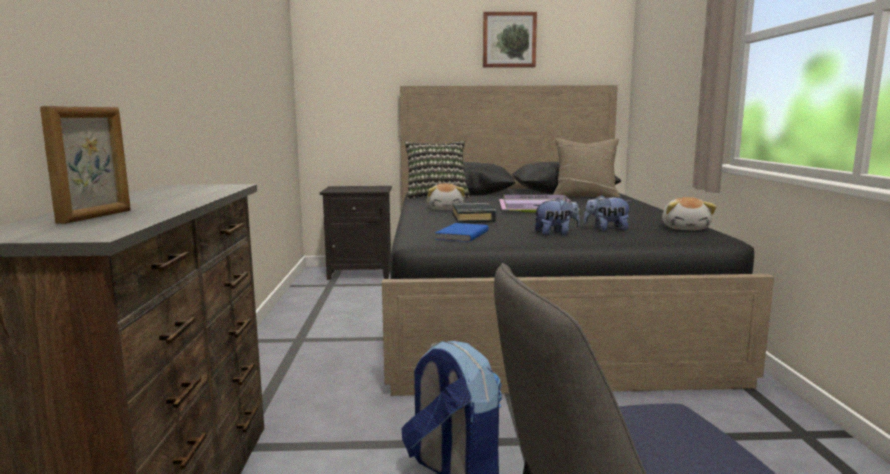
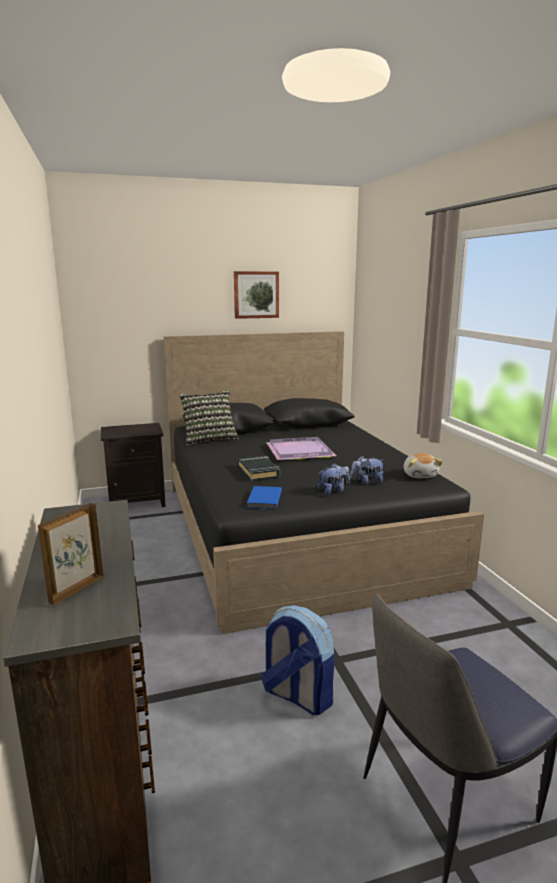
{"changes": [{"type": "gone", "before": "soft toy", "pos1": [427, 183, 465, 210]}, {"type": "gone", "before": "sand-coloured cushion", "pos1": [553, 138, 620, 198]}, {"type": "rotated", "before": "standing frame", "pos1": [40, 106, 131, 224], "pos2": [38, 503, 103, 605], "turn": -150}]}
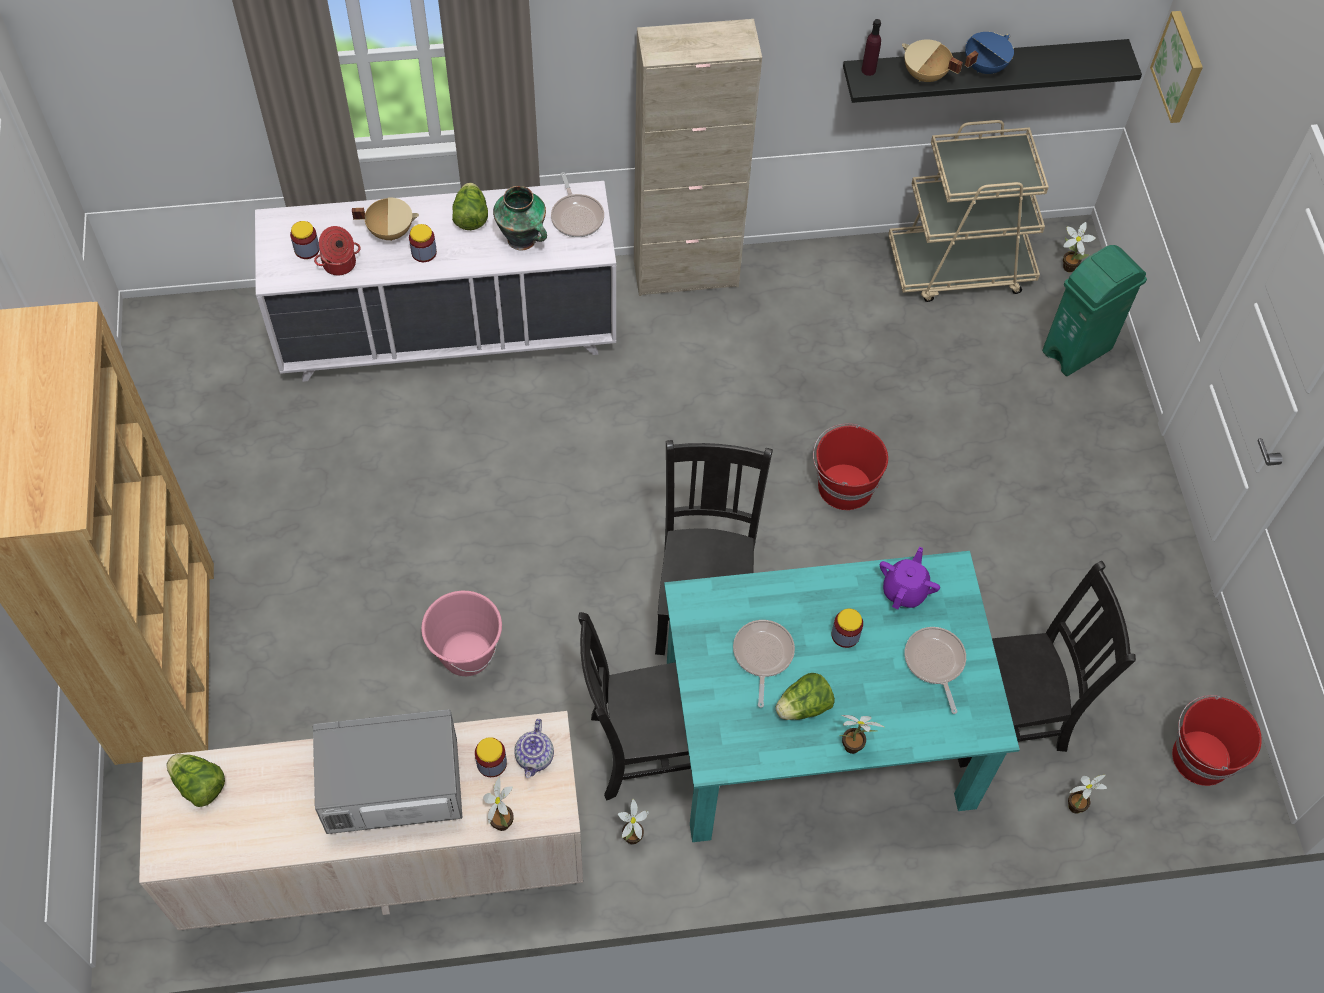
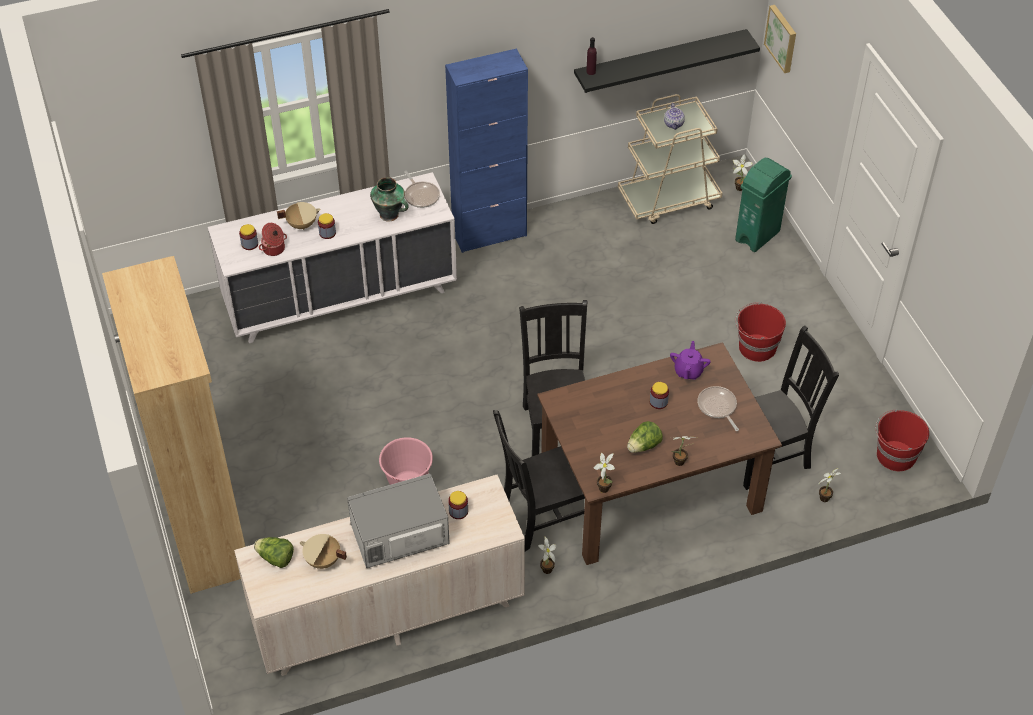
{"changes": [{"type": "gone", "before": "lettuce head", "pos1": [452, 183, 488, 230]}, {"type": "gone", "before": "pan", "pos1": [733, 620, 795, 708]}, {"type": "gone", "before": "bluish cooking pot", "pos1": [965, 32, 1014, 74]}, {"type": "shifted", "before": "potted plant", "pos1": [483, 777, 514, 831], "pos2": [594, 453, 615, 493]}, {"type": "shifted", "before": "tea pot", "pos1": [514, 719, 554, 778], "pos2": [664, 103, 685, 130]}, {"type": "shifted", "before": "red pail", "pos1": [813, 423, 888, 510], "pos2": [735, 302, 786, 362]}, {"type": "shifted", "before": "sand-coloured cooking pot", "pos1": [902, 40, 963, 82], "pos2": [300, 534, 347, 569]}, {"type": "repainted", "before": "sand-coloured storage cabinet", "after": "bluish storage cabinet", "pos1": [634, 19, 762, 296], "pos2": [445, 48, 528, 253]}, {"type": "repainted", "before": "turquoise-coloured dinner table", "after": "brown dinner table", "pos1": [664, 551, 1020, 842], "pos2": [537, 342, 782, 565]}]}
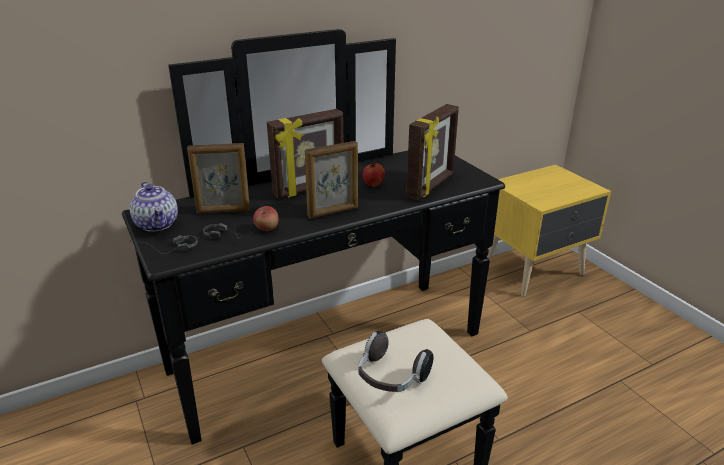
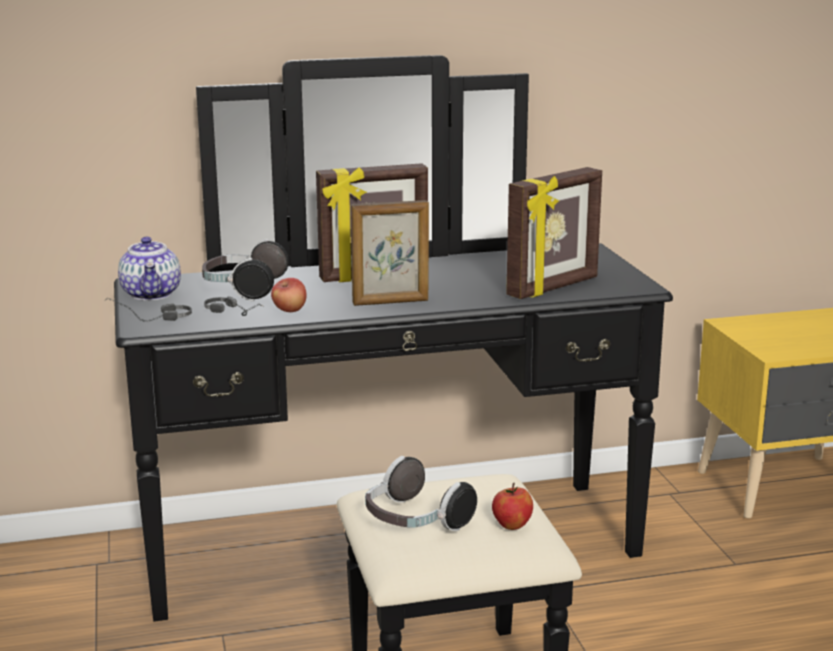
{"changes": [{"type": "shifted", "before": "whole apple", "pos1": [363, 161, 385, 187], "pos2": [492, 483, 533, 530]}, {"type": "swapped", "before": "standing frame", "after": "headphones", "pos1": [187, 143, 250, 214], "pos2": [202, 239, 289, 301]}]}
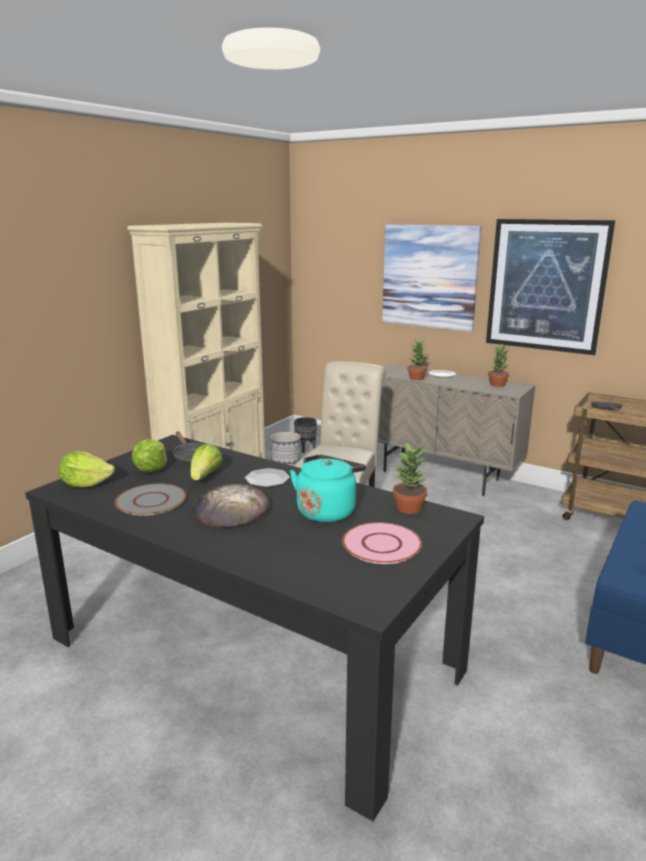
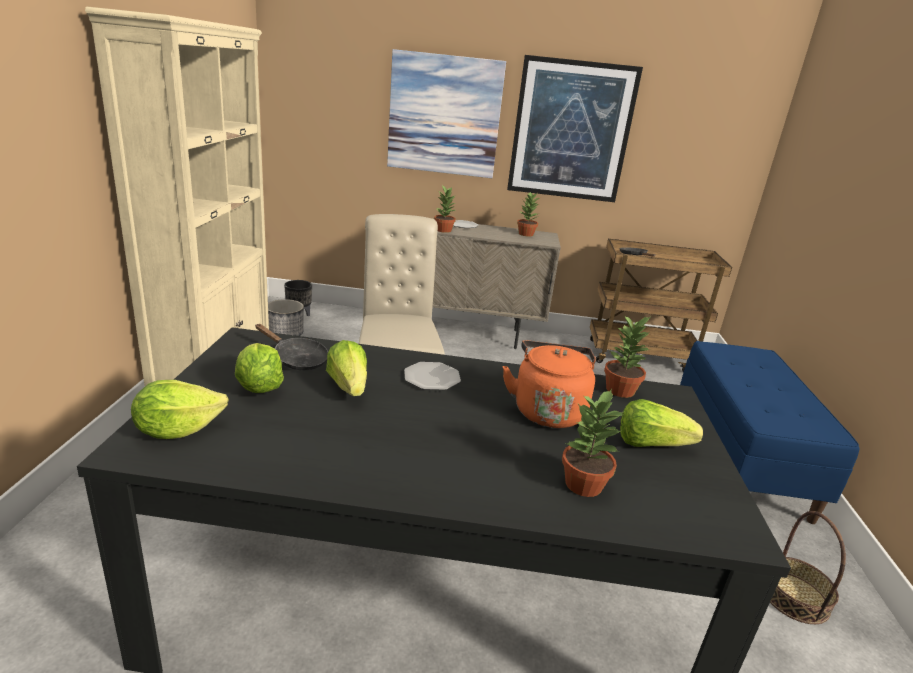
{"changes": [{"type": "gone", "before": "grey dinner plate", "pos1": [115, 484, 186, 516]}, {"type": "gone", "before": "bakery bread", "pos1": [192, 484, 270, 527]}, {"type": "new", "after": "potted plant", "pos2": [562, 389, 623, 497]}, {"type": "new", "after": "basket", "pos2": [770, 511, 846, 624]}, {"type": "swapped", "before": "pink-coloured dinner plate", "after": "lettuce head", "pos1": [342, 522, 422, 564], "pos2": [620, 399, 703, 447]}, {"type": "repainted", "before": "turquoise-coloured water kettle", "after": "orange-coloured water kettle", "pos1": [290, 454, 366, 523], "pos2": [502, 340, 596, 428]}]}
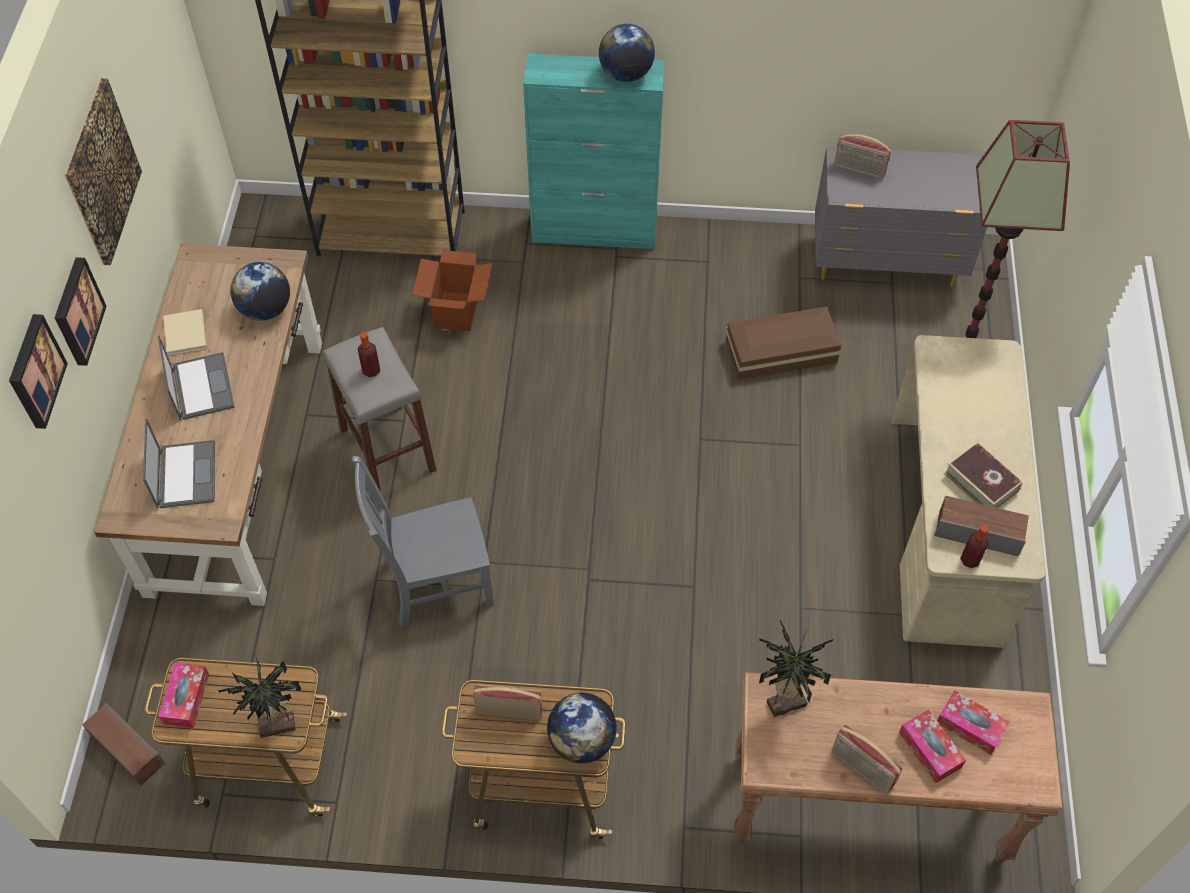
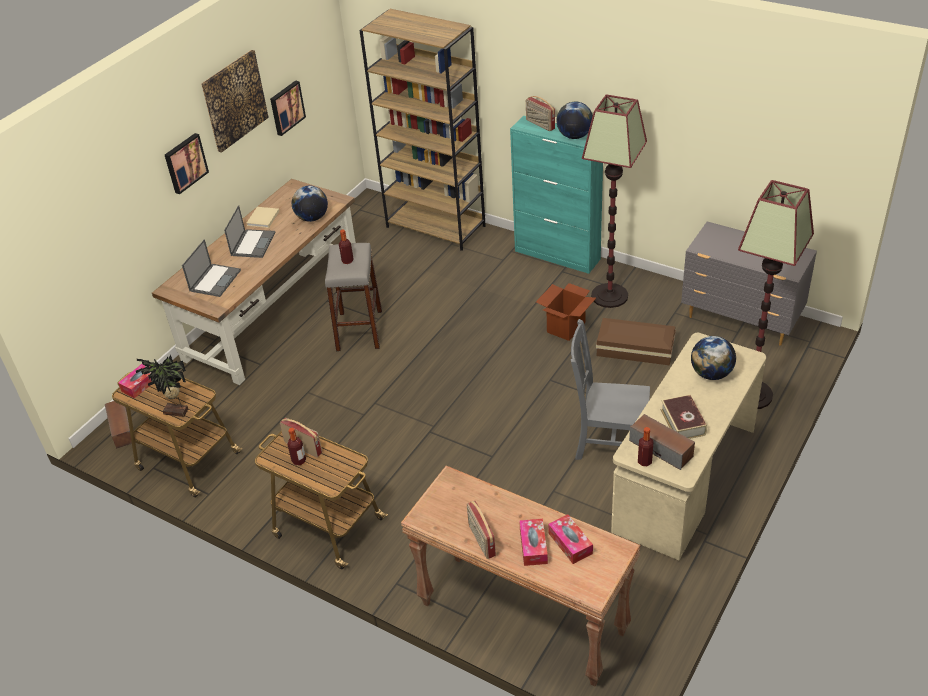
{"changes": [{"type": "gone", "before": "potted plant", "pos1": [759, 620, 833, 718]}, {"type": "new", "after": "beverage bottle", "pos2": [287, 428, 306, 465]}, {"type": "new", "after": "standing lamp", "pos2": [582, 95, 647, 308]}, {"type": "shifted", "before": "picture", "pos1": [9, 314, 68, 429], "pos2": [270, 80, 306, 136]}, {"type": "shifted", "before": "grey plain chair", "pos1": [352, 456, 494, 627], "pos2": [571, 319, 650, 460]}, {"type": "shifted", "before": "cardboard box", "pos1": [412, 250, 492, 331], "pos2": [536, 283, 596, 341]}, {"type": "shifted", "before": "desk globe", "pos1": [547, 693, 617, 763], "pos2": [691, 336, 736, 380]}, {"type": "shifted", "before": "radio", "pos1": [834, 134, 891, 179], "pos2": [526, 96, 555, 131]}]}
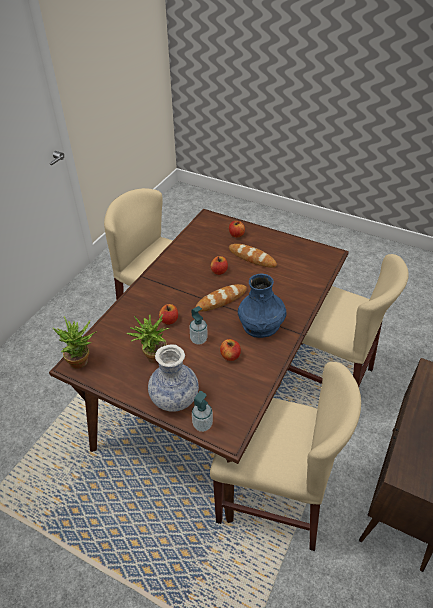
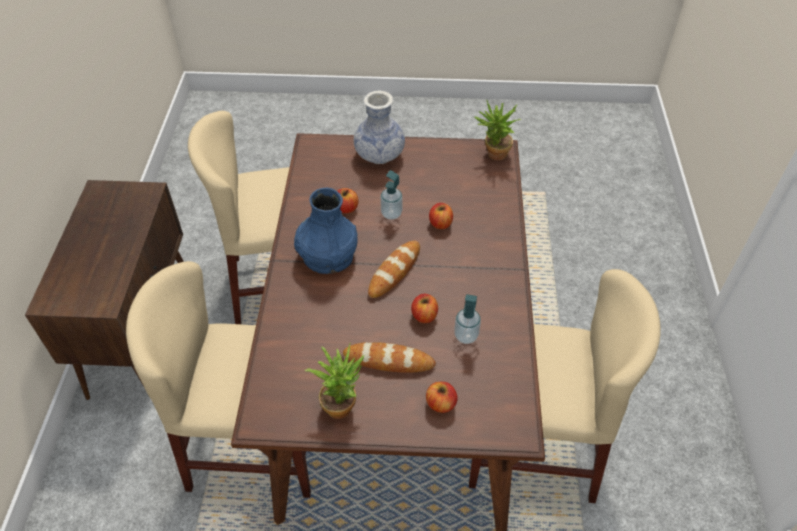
{"changes": [{"type": "shifted", "before": "potted plant", "pos1": [127, 314, 169, 363], "pos2": [305, 344, 364, 419]}, {"type": "shifted", "before": "liquid soap bottle", "pos1": [192, 391, 213, 432], "pos2": [454, 294, 481, 344]}]}
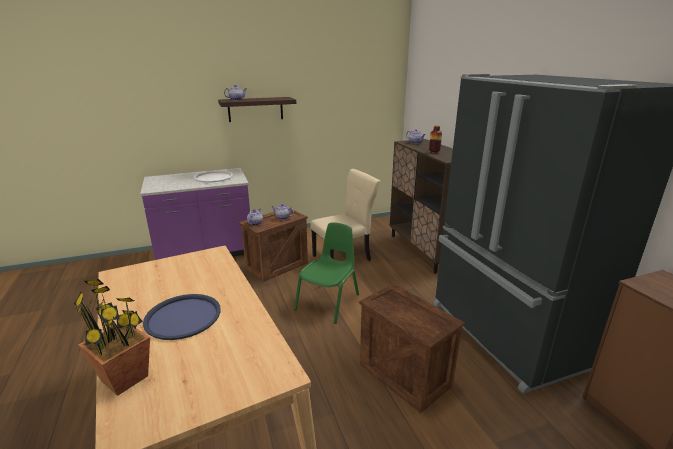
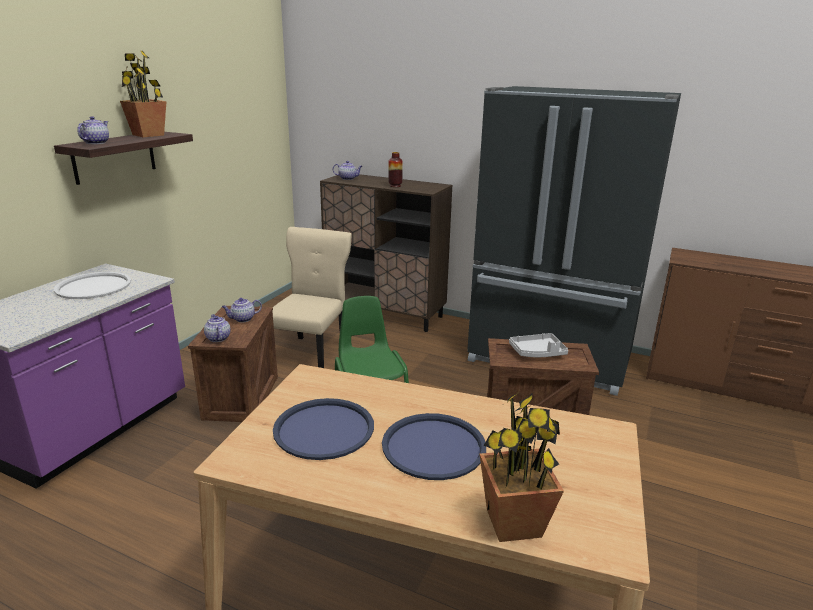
{"changes": [{"type": "new", "after": "potted plant", "pos2": [120, 51, 167, 137]}, {"type": "new", "after": "bluish serving tray", "pos2": [273, 398, 374, 460]}, {"type": "new", "after": "grey serving tray", "pos2": [509, 333, 568, 357]}]}
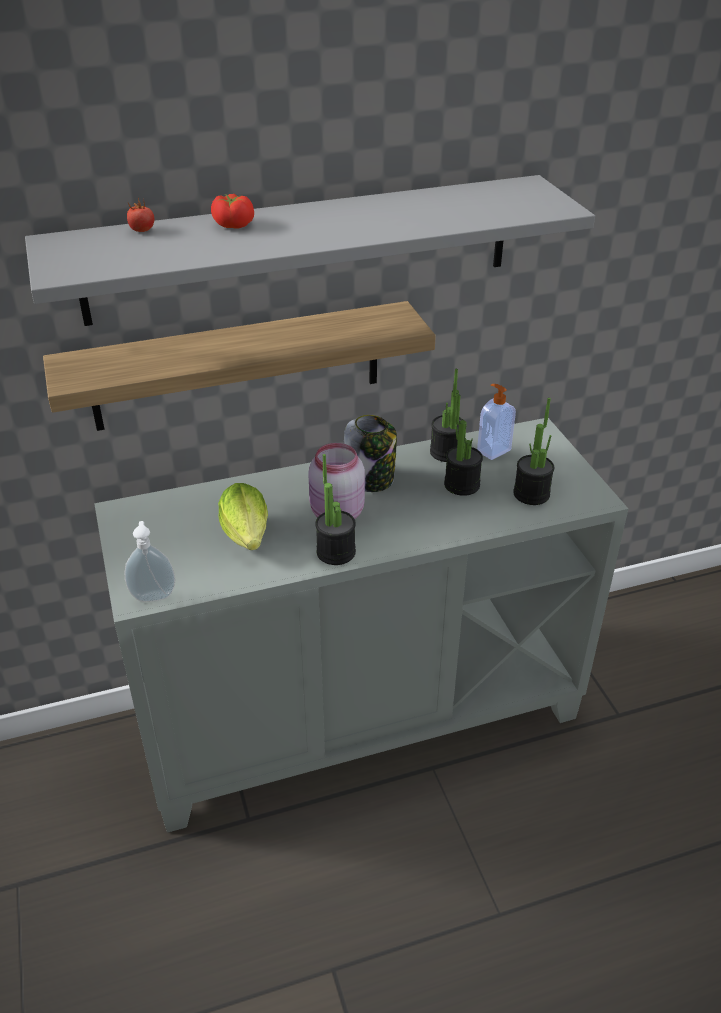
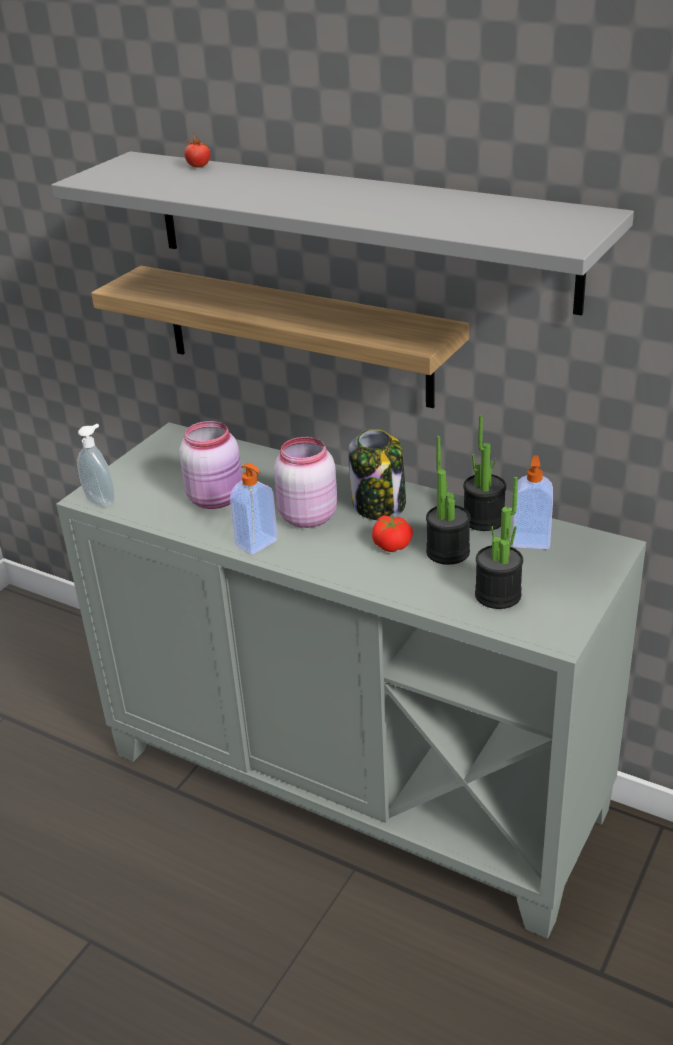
{"changes": [{"type": "shifted", "before": "tomato", "pos1": [211, 194, 254, 229], "pos2": [372, 515, 413, 552]}, {"type": "swapped", "before": "lettuce head", "after": "pink-coloured preserve jar", "pos1": [218, 483, 268, 550], "pos2": [179, 421, 242, 509]}, {"type": "swapped", "before": "potted plant", "after": "liquid soap bottle", "pos1": [315, 454, 356, 565], "pos2": [230, 463, 278, 555]}]}
